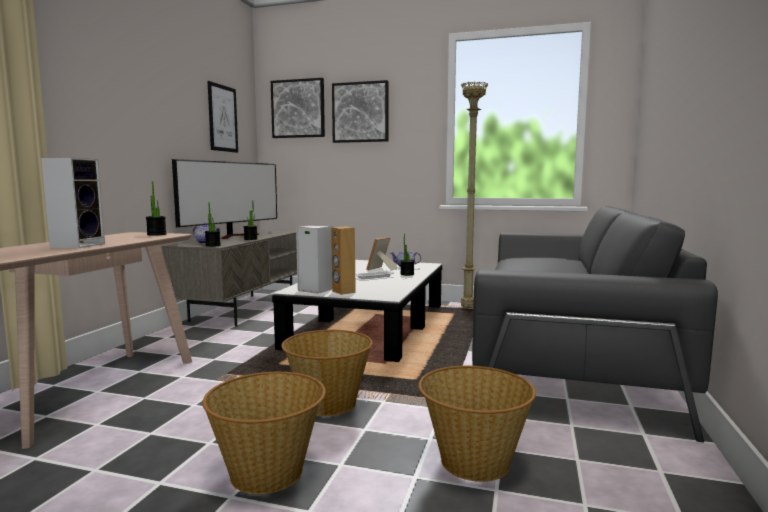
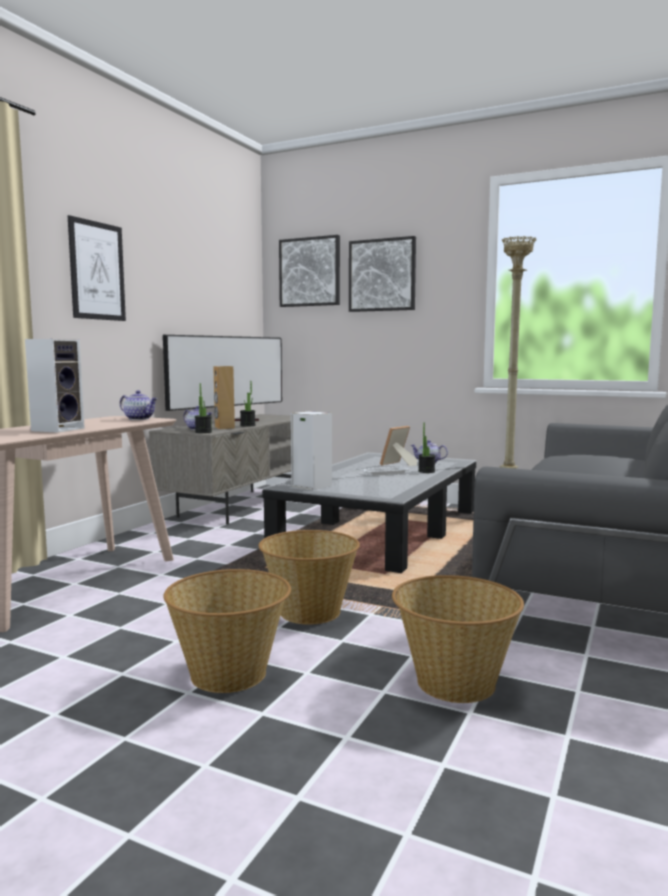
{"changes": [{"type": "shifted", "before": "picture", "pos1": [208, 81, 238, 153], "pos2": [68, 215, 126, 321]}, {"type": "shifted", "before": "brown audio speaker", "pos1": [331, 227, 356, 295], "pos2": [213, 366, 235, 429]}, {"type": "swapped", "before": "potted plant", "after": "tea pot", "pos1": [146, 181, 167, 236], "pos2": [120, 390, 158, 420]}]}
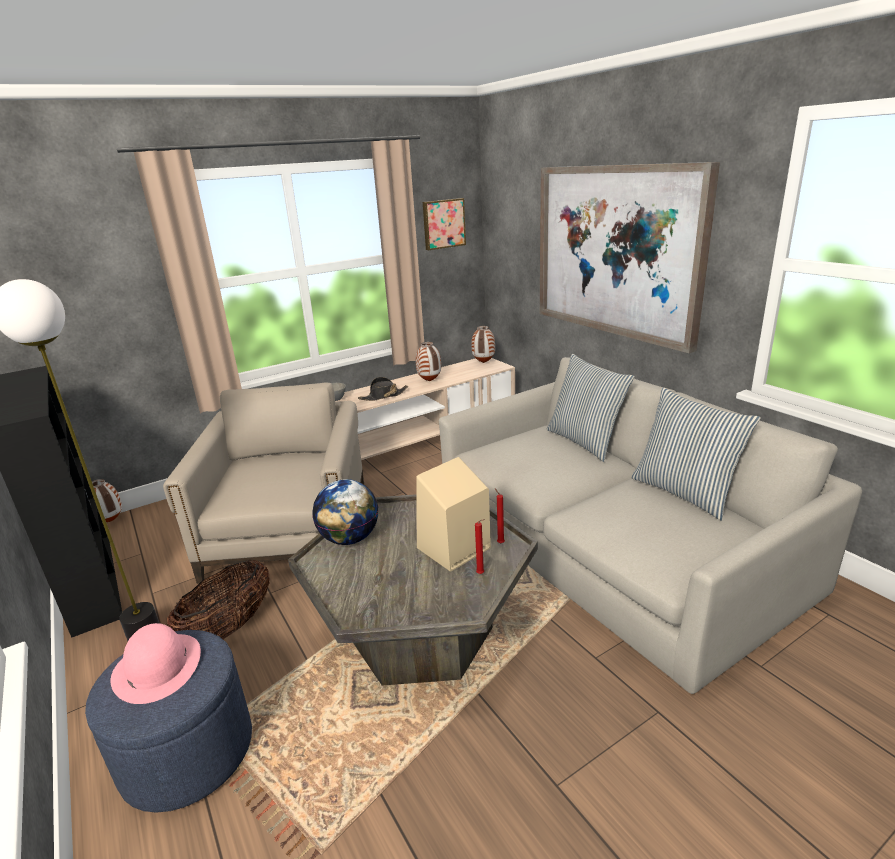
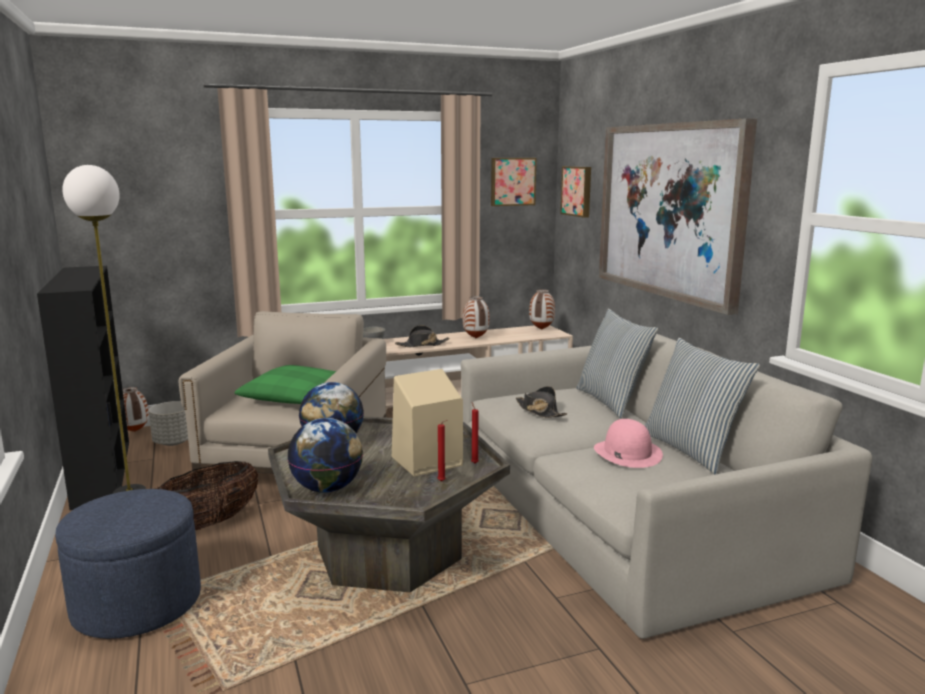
{"changes": [{"type": "new", "after": "grey planter", "pos2": [149, 401, 188, 446]}, {"type": "new", "after": "green-coloured cushion", "pos2": [235, 365, 336, 404]}, {"type": "new", "after": "desk globe", "pos2": [287, 418, 363, 493]}, {"type": "new", "after": "blackish wearable hat", "pos2": [516, 386, 567, 418]}, {"type": "new", "after": "picture", "pos2": [560, 166, 591, 218]}, {"type": "shifted", "before": "pink-coloured wearable hat", "pos1": [111, 623, 201, 704], "pos2": [594, 419, 663, 468]}]}
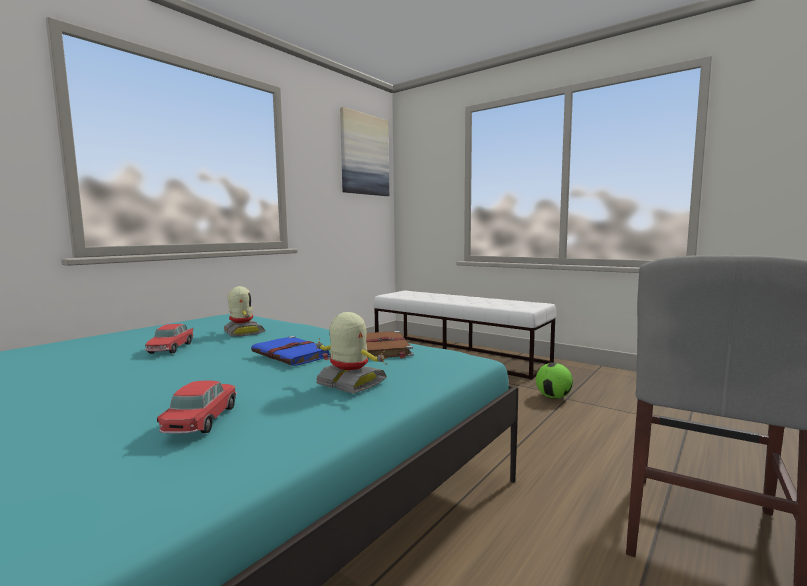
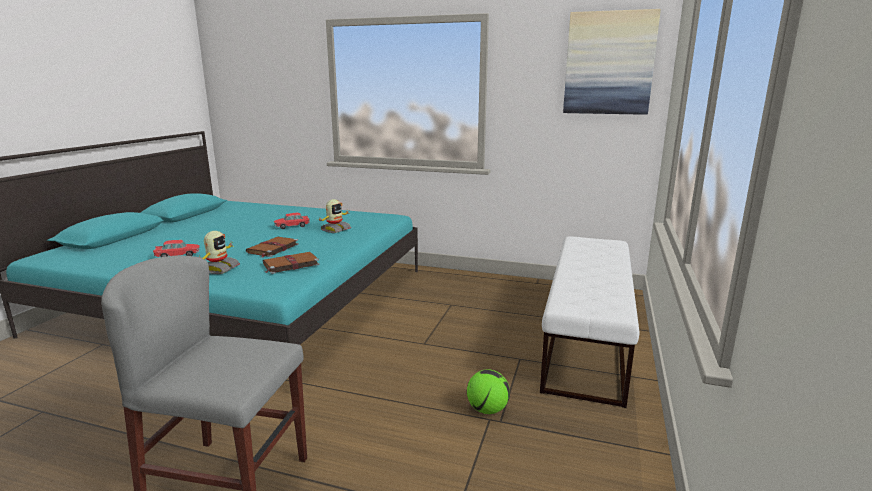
{"changes": [{"type": "repainted", "before": "bluish book", "after": "brown book", "pos1": [251, 336, 331, 366], "pos2": [246, 237, 299, 258]}]}
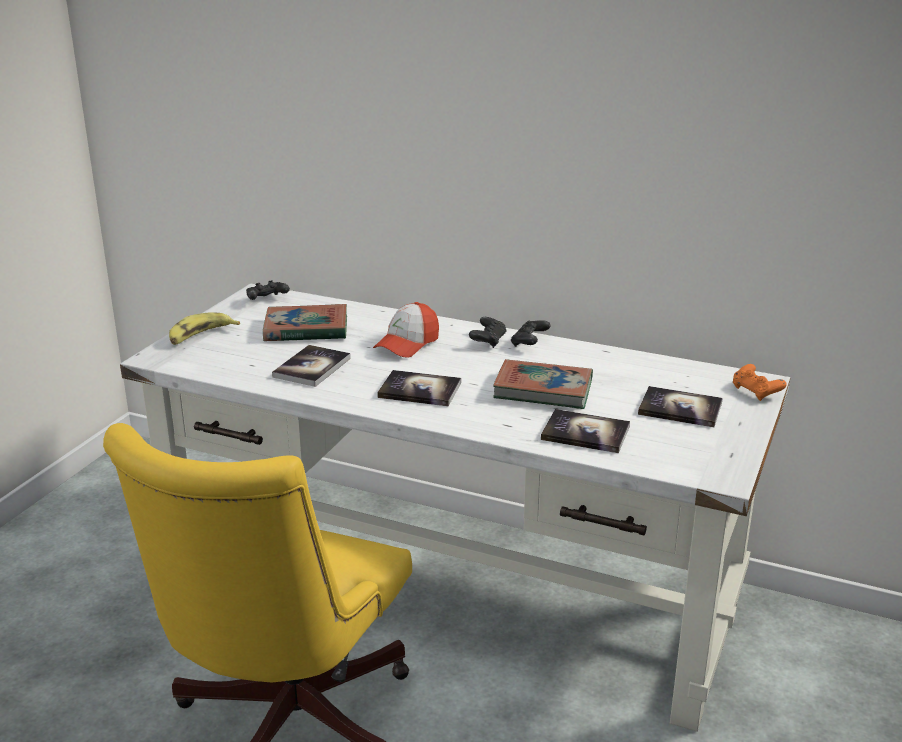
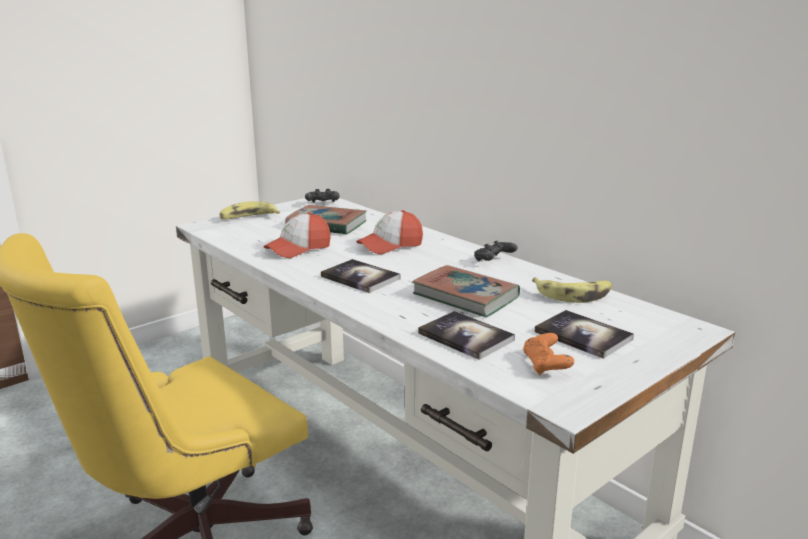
{"changes": [{"type": "gone", "before": "blackish joypad", "pos1": [469, 317, 506, 348]}, {"type": "new", "after": "banana", "pos2": [532, 277, 612, 303]}, {"type": "shifted", "before": "orange-coloured joypad", "pos1": [733, 364, 787, 401], "pos2": [523, 333, 574, 376]}, {"type": "swapped", "before": "book", "after": "baseball cap", "pos1": [272, 345, 351, 387], "pos2": [263, 212, 331, 258]}]}
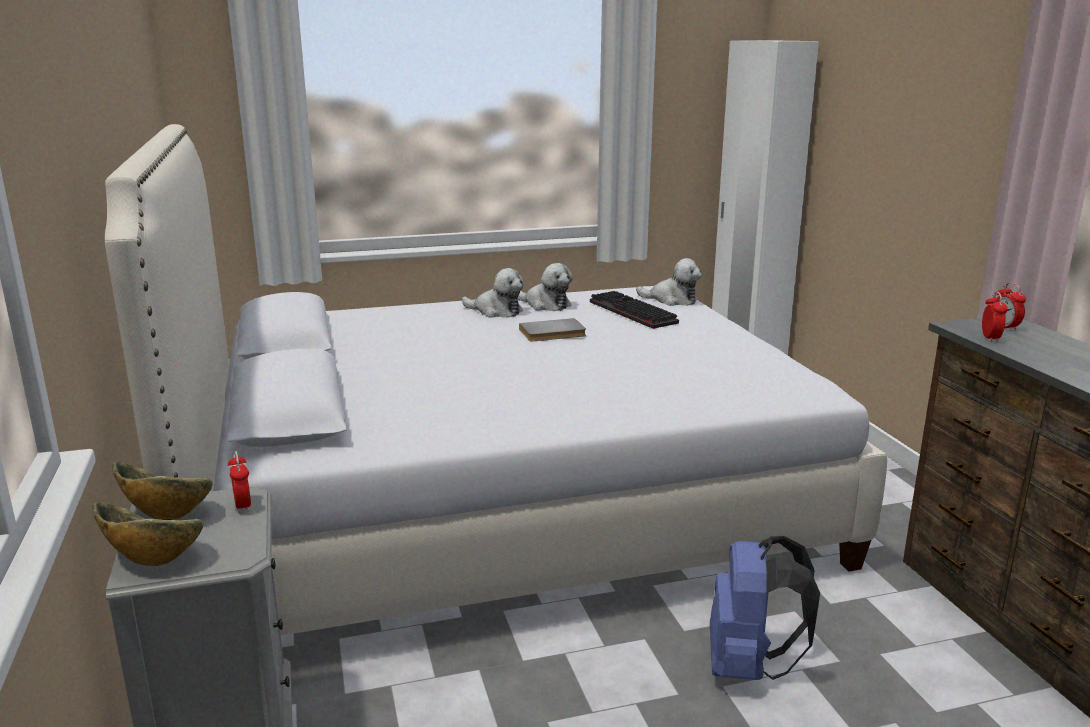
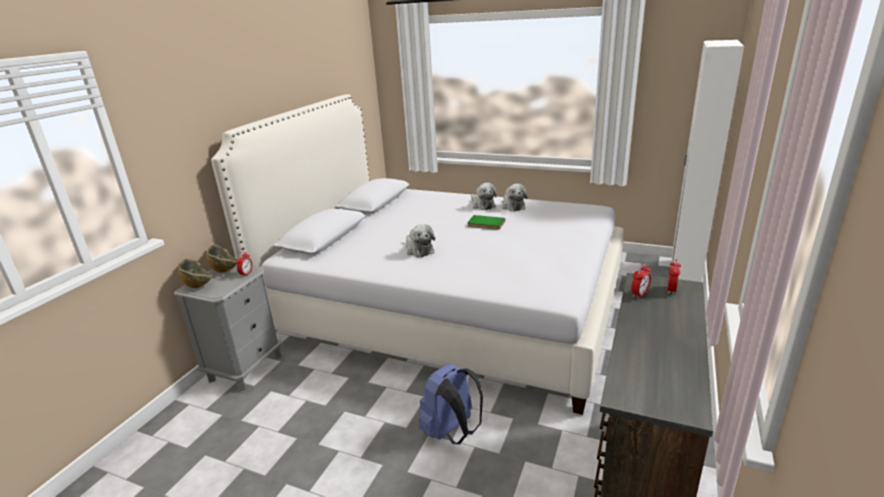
{"changes": [{"type": "gone", "before": "computer keyboard", "pos1": [590, 291, 679, 329]}, {"type": "shifted", "before": "soft toy", "pos1": [636, 258, 702, 306], "pos2": [406, 224, 435, 257]}, {"type": "repainted", "before": "grey book", "after": "green-coloured book", "pos1": [519, 318, 586, 341], "pos2": [467, 215, 505, 230]}]}
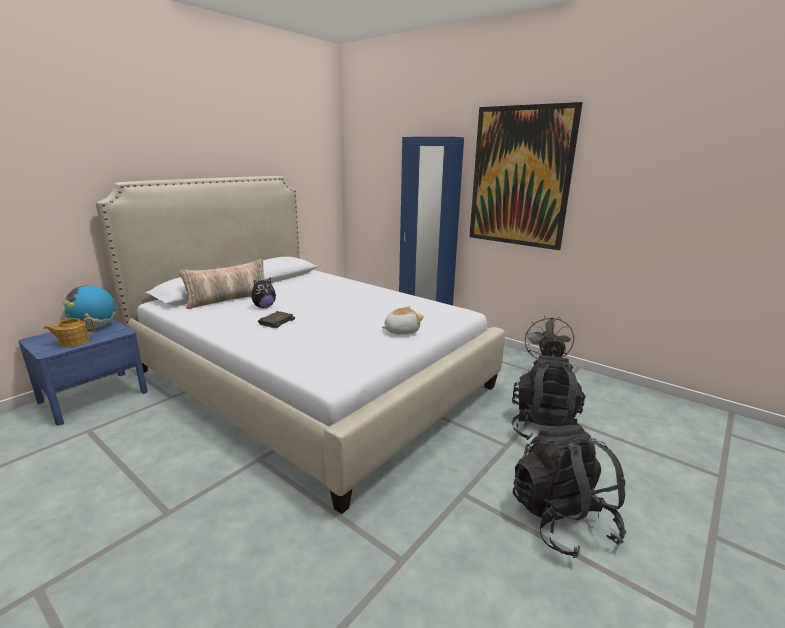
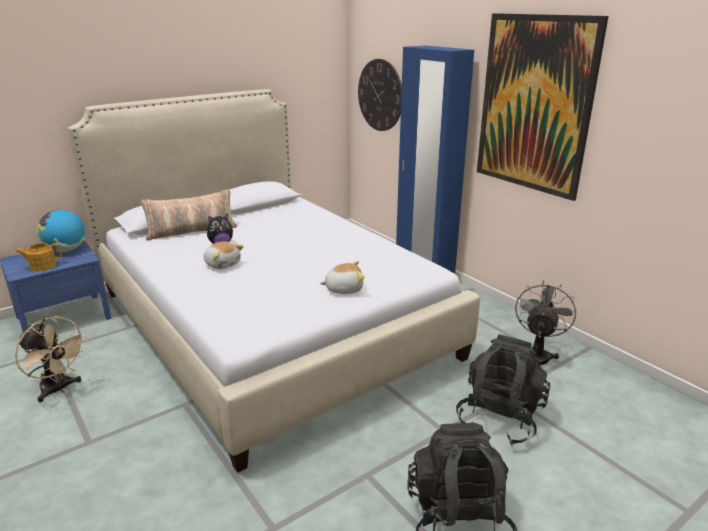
{"changes": [{"type": "new", "after": "sand-coloured electric fan", "pos2": [15, 316, 87, 402]}, {"type": "new", "after": "clock on the wall", "pos2": [358, 59, 402, 131]}, {"type": "swapped", "before": "blackish book", "after": "soft toy", "pos1": [258, 311, 295, 328], "pos2": [204, 242, 244, 269]}]}
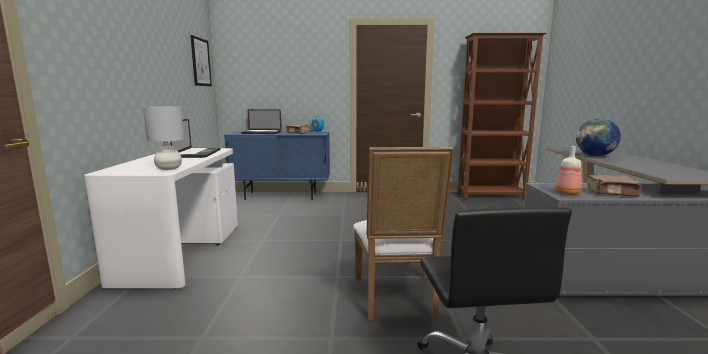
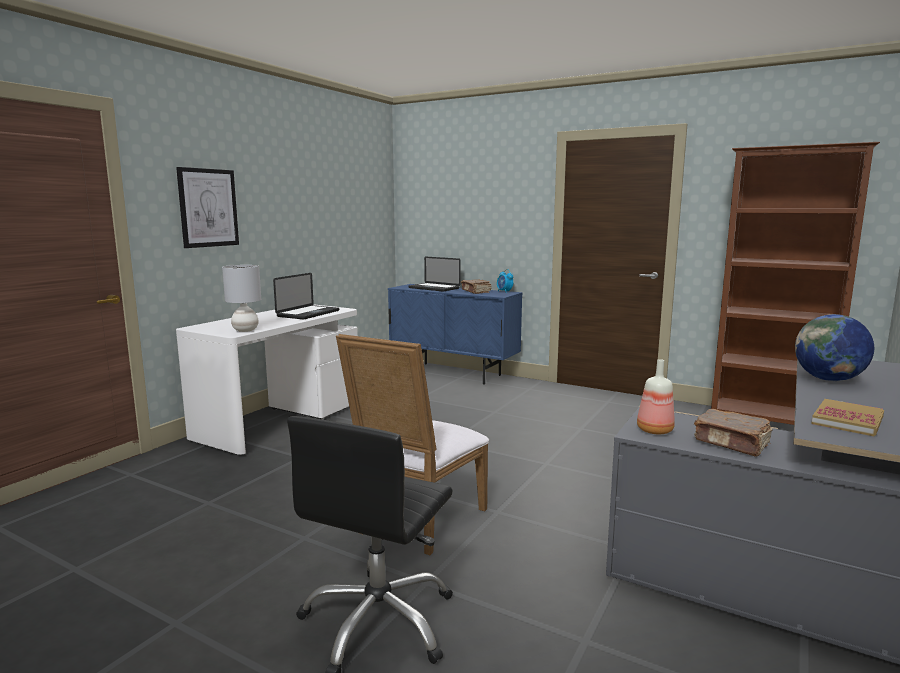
{"changes": [{"type": "new", "after": "book", "pos2": [812, 399, 884, 436]}, {"type": "shifted", "before": "picture", "pos1": [190, 35, 212, 86], "pos2": [176, 167, 239, 248]}]}
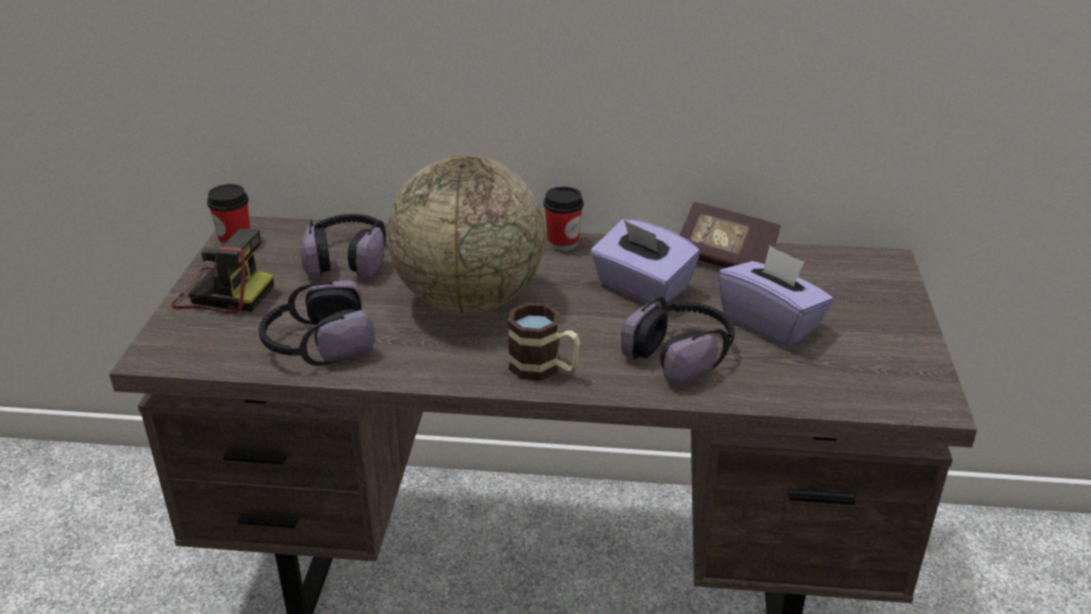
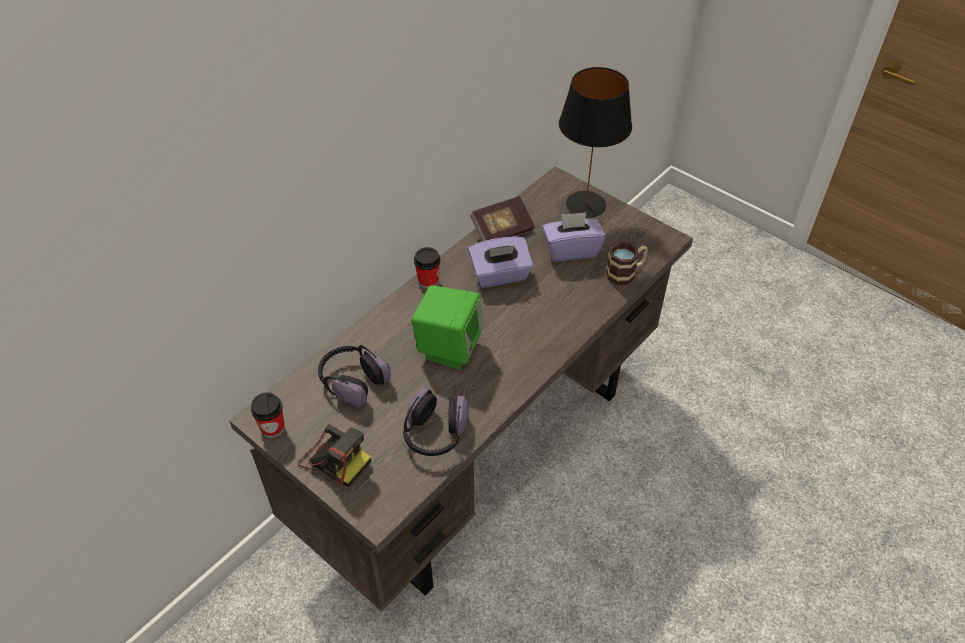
{"changes": [{"type": "gone", "before": "headphones", "pos1": [621, 296, 735, 387]}, {"type": "new", "after": "blackish tabletop lamp", "pos2": [559, 67, 632, 218]}, {"type": "shifted", "before": "tea mug", "pos1": [508, 302, 580, 381], "pos2": [606, 242, 648, 285]}, {"type": "swapped", "before": "desk globe", "after": "green-coloured audio speaker", "pos1": [387, 155, 545, 314], "pos2": [411, 285, 484, 369]}, {"type": "rotated", "before": "photo camera", "pos1": [171, 229, 274, 314], "pos2": [298, 424, 371, 487], "turn": 75}]}
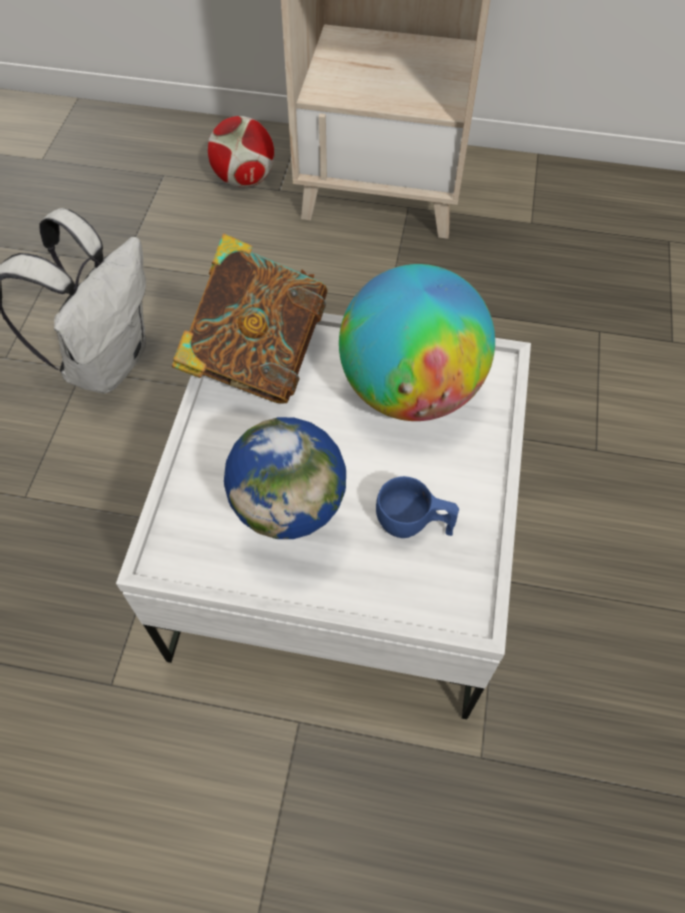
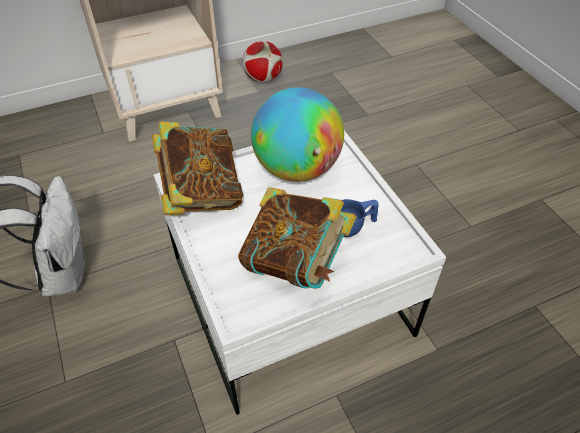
{"changes": [{"type": "shifted", "before": "ball for football", "pos1": [208, 116, 274, 187], "pos2": [243, 41, 283, 82]}, {"type": "swapped", "before": "desk globe", "after": "book", "pos1": [224, 417, 346, 539], "pos2": [238, 187, 357, 289]}]}
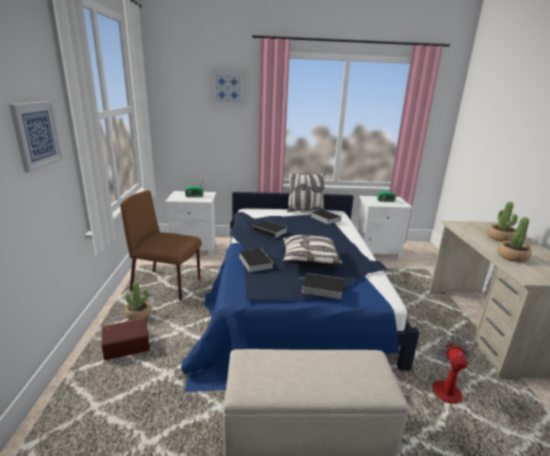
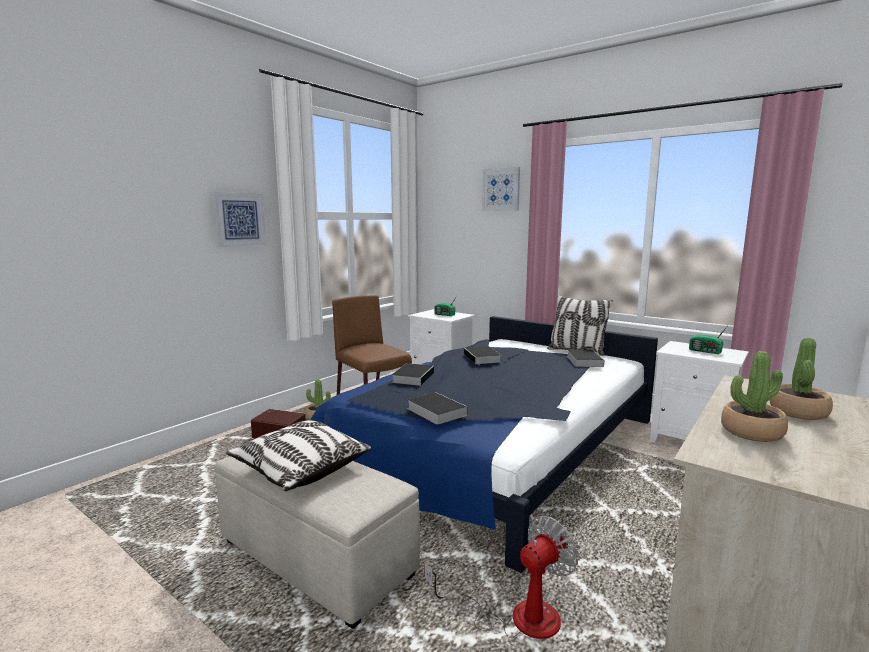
{"changes": [{"type": "shifted", "before": "cushion", "pos1": [283, 235, 343, 266], "pos2": [226, 420, 371, 491]}]}
